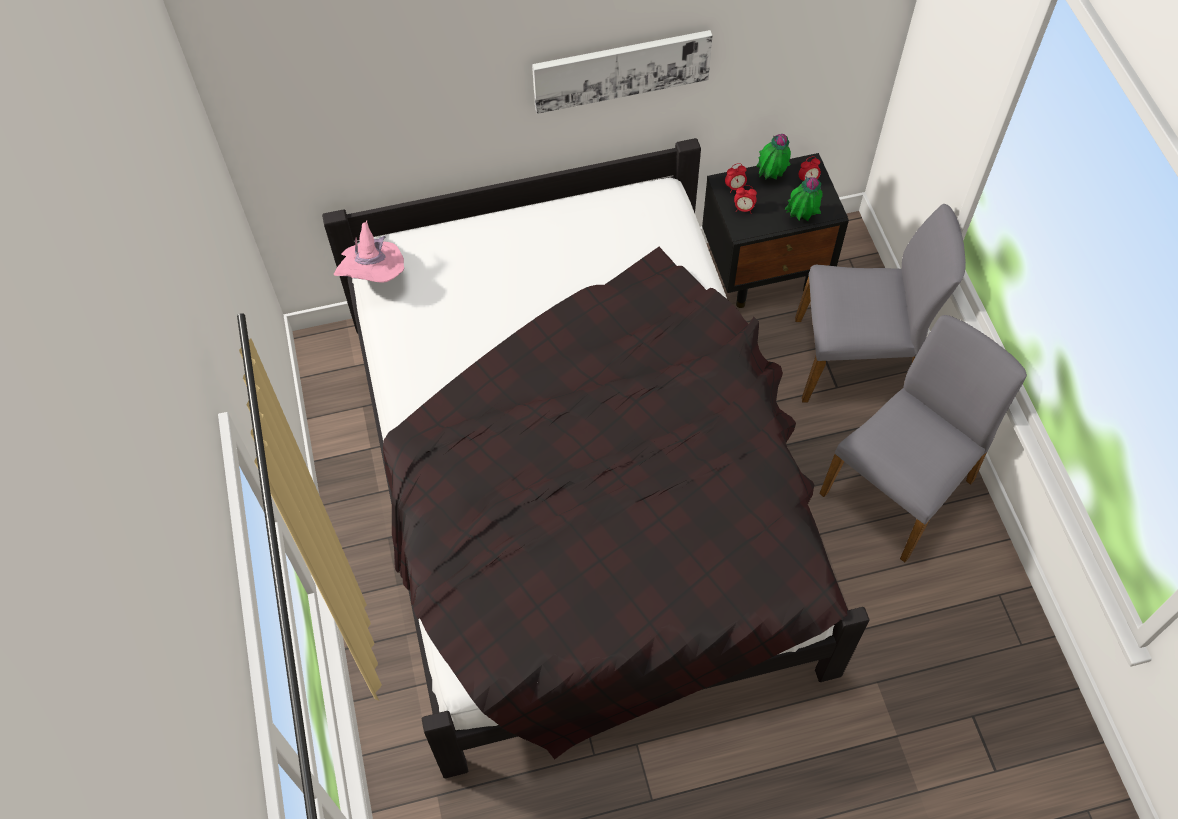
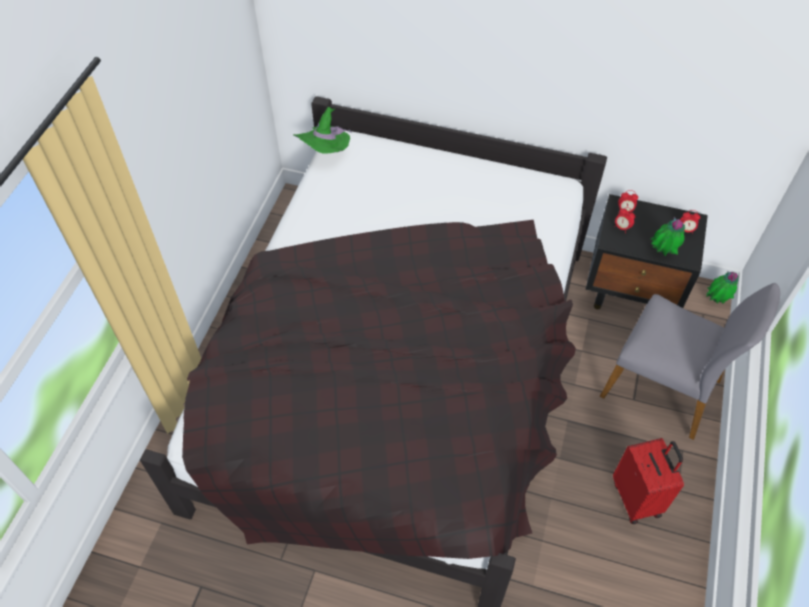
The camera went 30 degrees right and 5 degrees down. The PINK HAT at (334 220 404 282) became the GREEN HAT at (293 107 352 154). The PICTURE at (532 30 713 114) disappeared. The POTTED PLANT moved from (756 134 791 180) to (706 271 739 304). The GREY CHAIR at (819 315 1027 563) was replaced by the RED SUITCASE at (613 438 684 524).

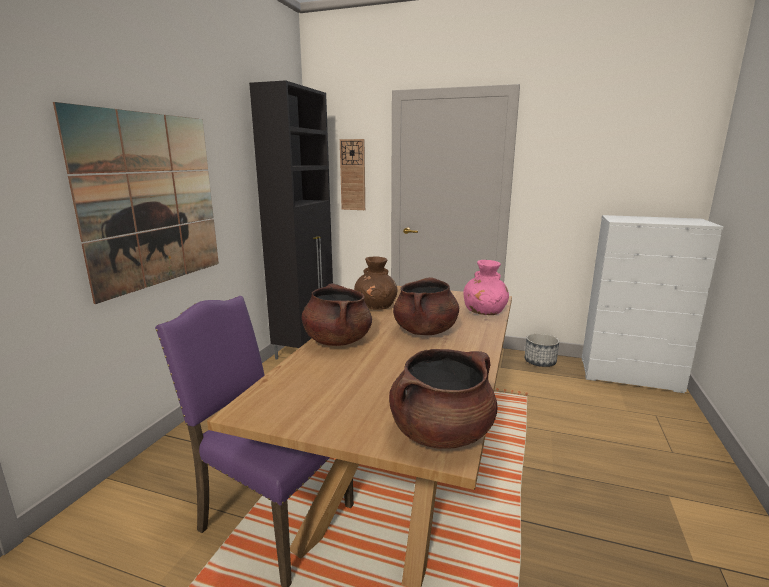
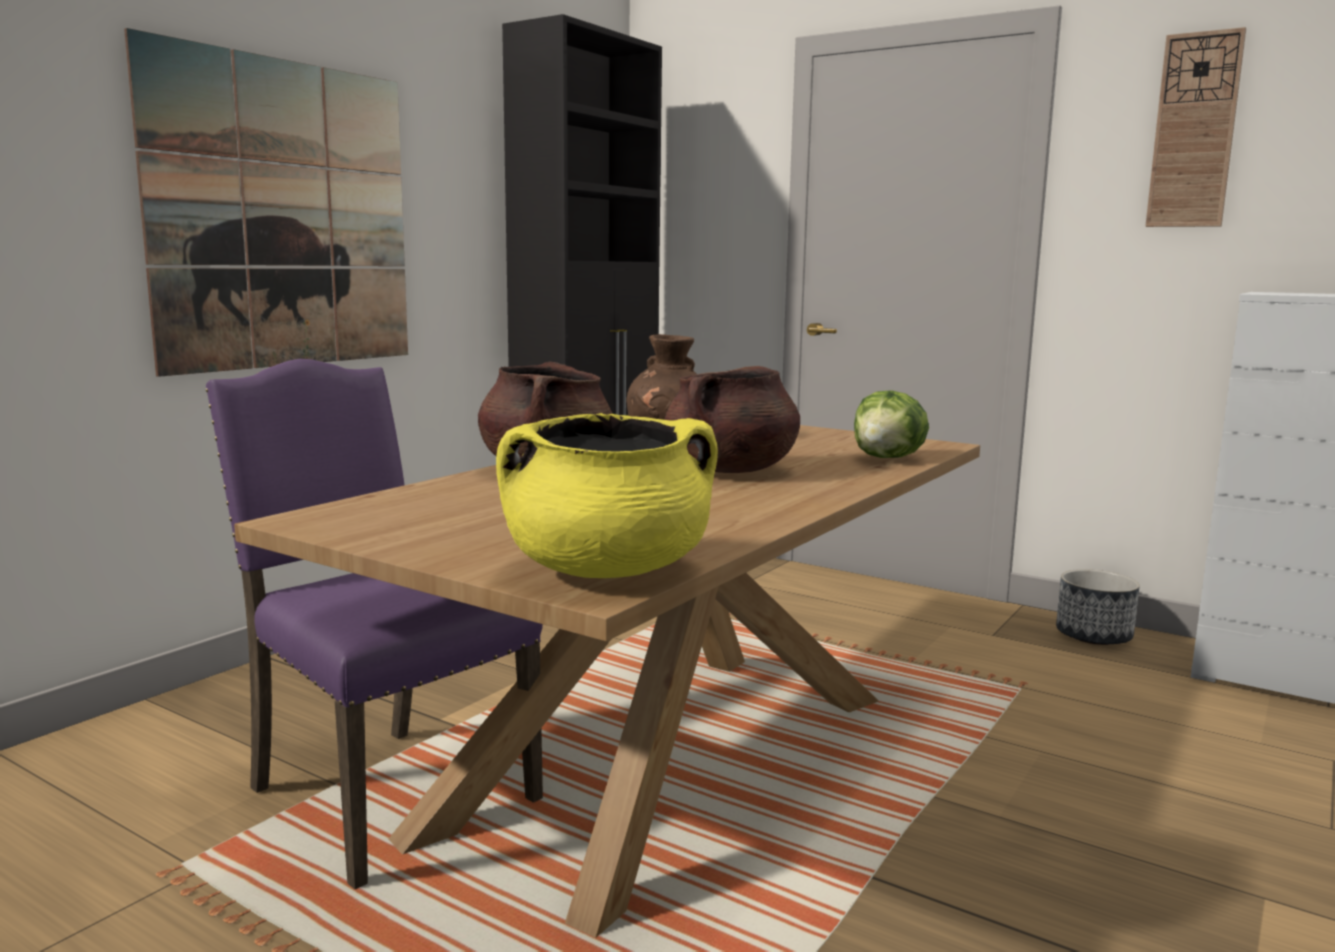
The camera went 15 degrees right and 5 degrees down. The WALL CLOCK moved from (340 139 365 210) to (1145 27 1246 227). The BROWN COOKING POT at (389 349 497 449) became the YELLOW COOKING POT at (496 413 718 578). The PINK VASE at (464 260 509 315) was replaced by the LETTUCE at (854 390 929 458).

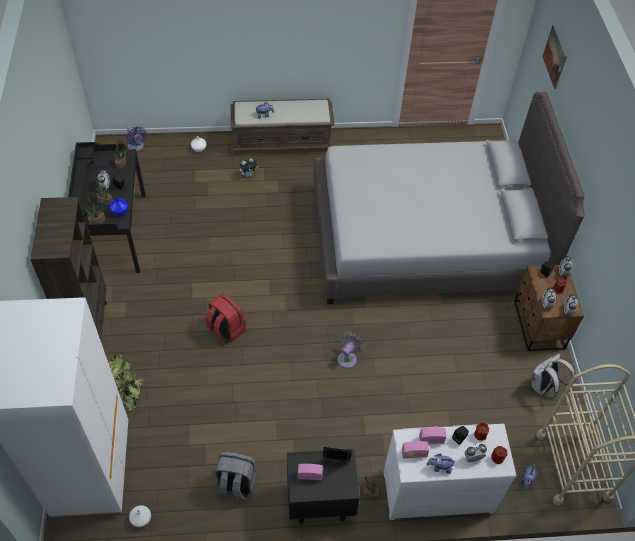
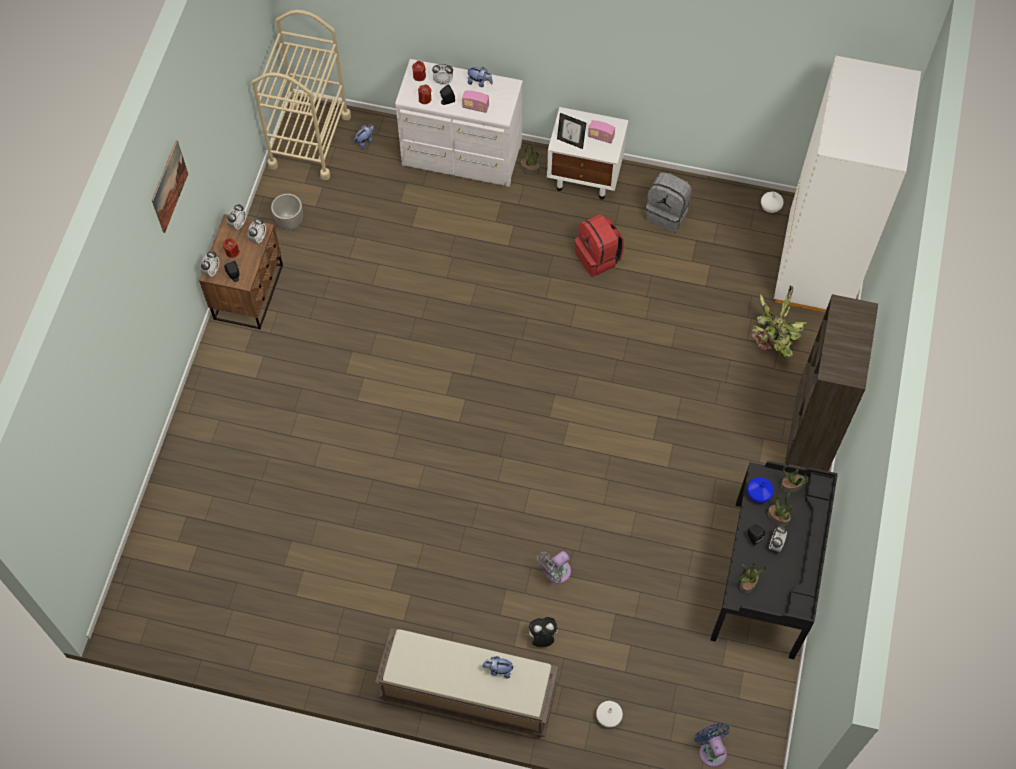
The camera went 160 degrees left and 10 degrees up. The RED BACKPACK moved from (206 293 246 343) to (575 214 624 277). The BLACK NIGHTSTAND at (287 449 360 524) became the WHITE NIGHTSTAND at (547 107 629 200). The GREY BED at (314 92 585 304) disappeared. The GREY FAN moved from (338 332 365 369) to (537 551 571 583). The RADIO at (402 441 429 458) disappeared. The WHITE BACKPACK at (531 354 574 399) was replaced by the PLANTER at (271 194 303 230). The PICTURE moved from (542 24 567 89) to (152 140 188 233).

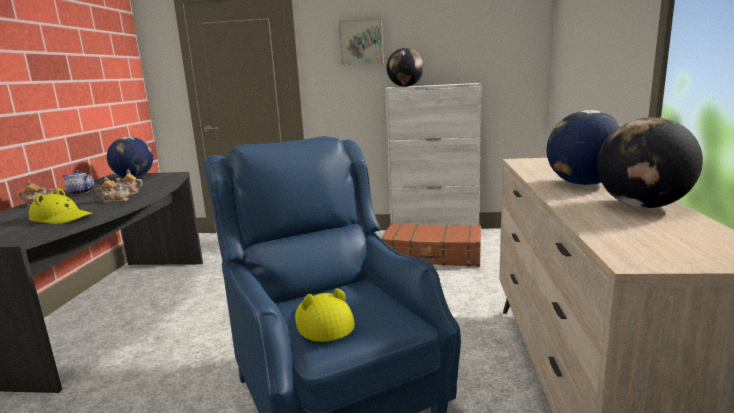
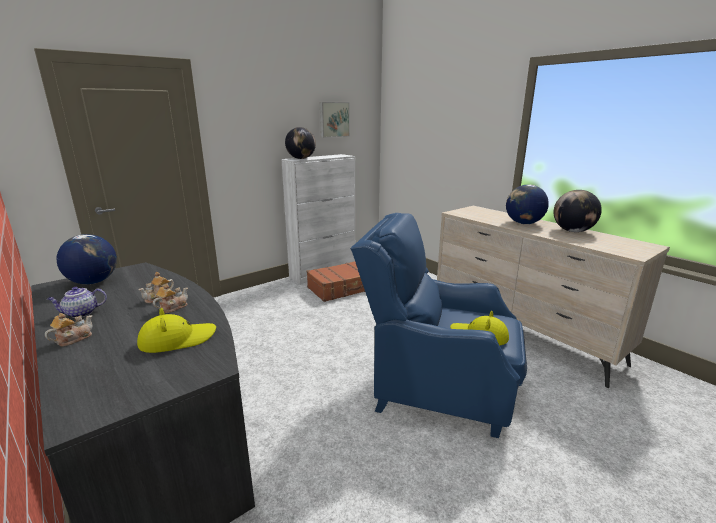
The camera went 45 degrees left and 5 degrees up. The PICTURE moved from (339 18 383 66) to (320 102 350 138).

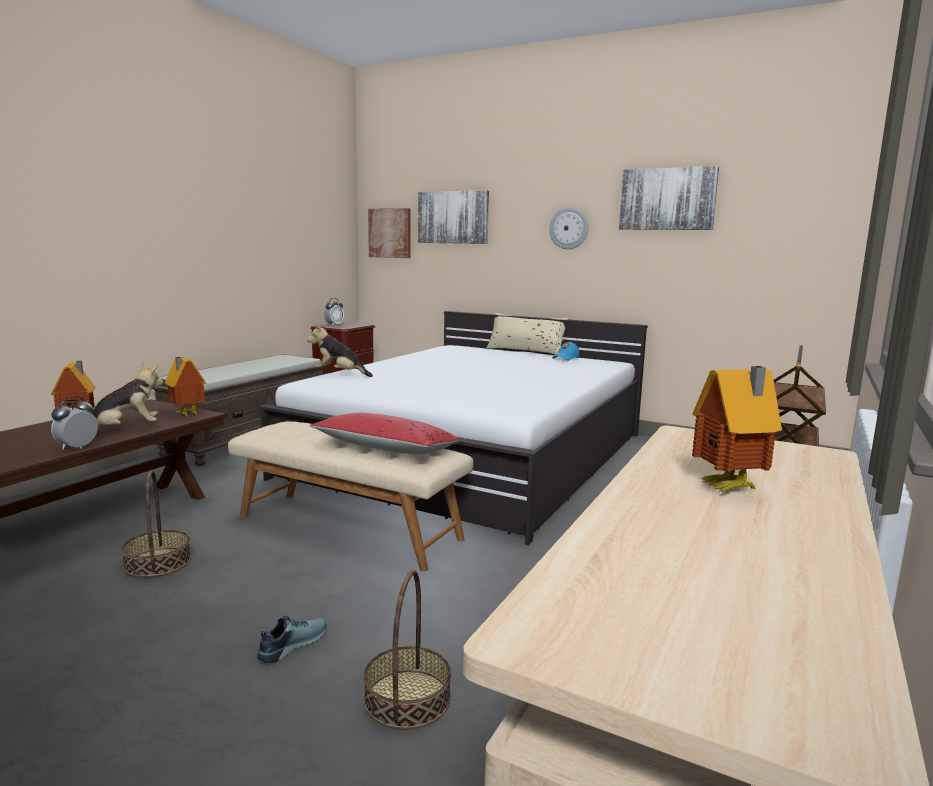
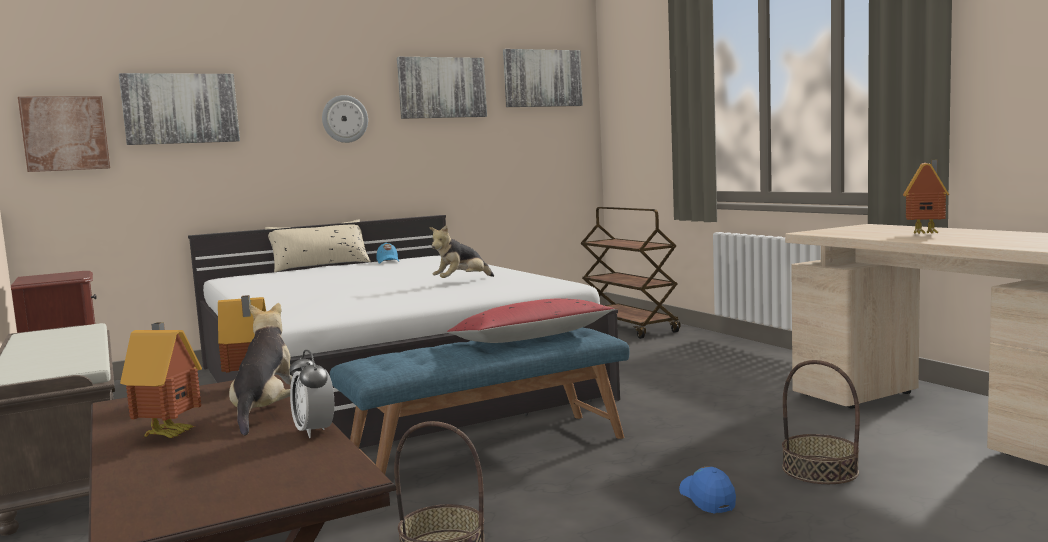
The camera went 55 degrees left and 5 degrees down. The BEIGE BENCH at (228 421 473 571) became the BLUE BENCH at (330 327 630 474). The SHOE at (257 615 327 663) was replaced by the BLUE CAP at (679 466 736 514). The PLUSH TOY moved from (307 324 373 377) to (429 225 494 278). The ALARM CLOCK at (324 298 344 326) disappeared. The PICTURE at (503 49 583 107) appeared.

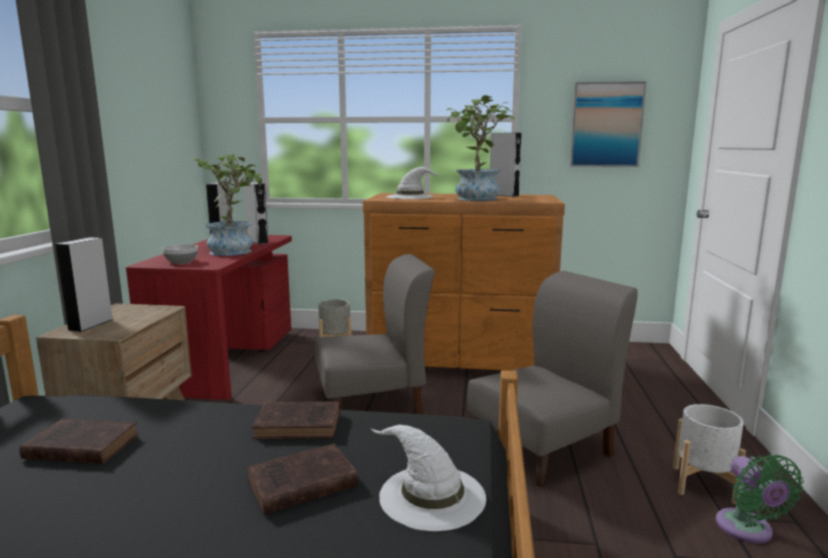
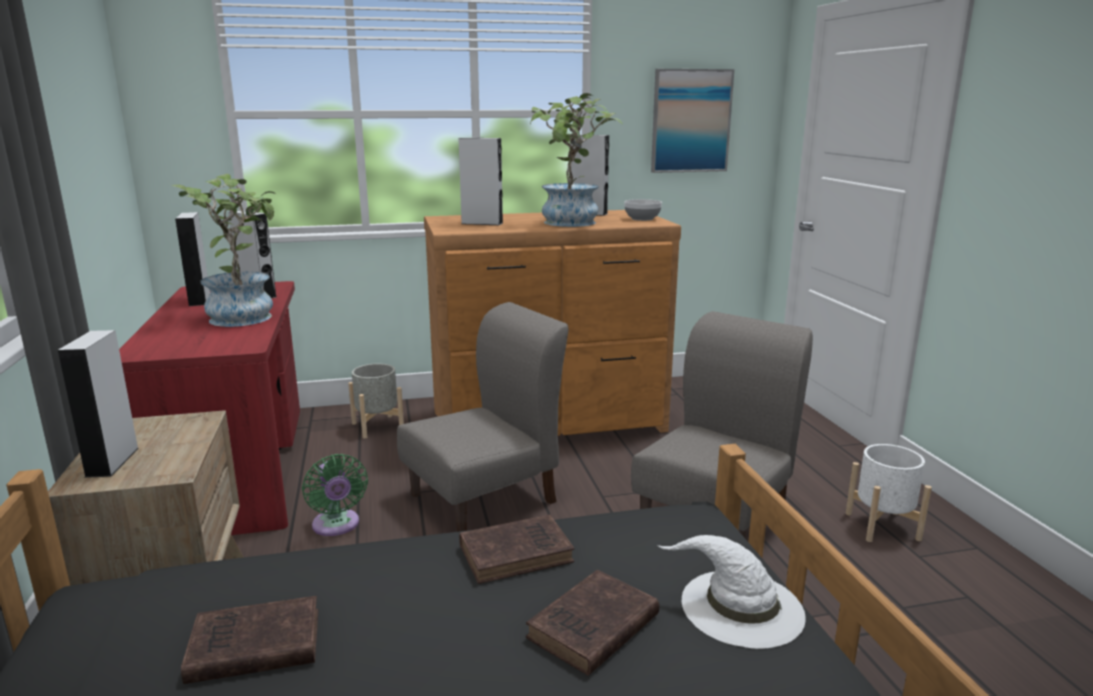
The camera went 20 degrees left and 5 degrees up. The BOWL moved from (162 244 198 264) to (624 199 662 221). The WHITE HAT at (386 167 439 199) was replaced by the GREY SPEAKER at (458 138 503 225). The GREEN FAN moved from (716 454 804 543) to (302 454 368 536).

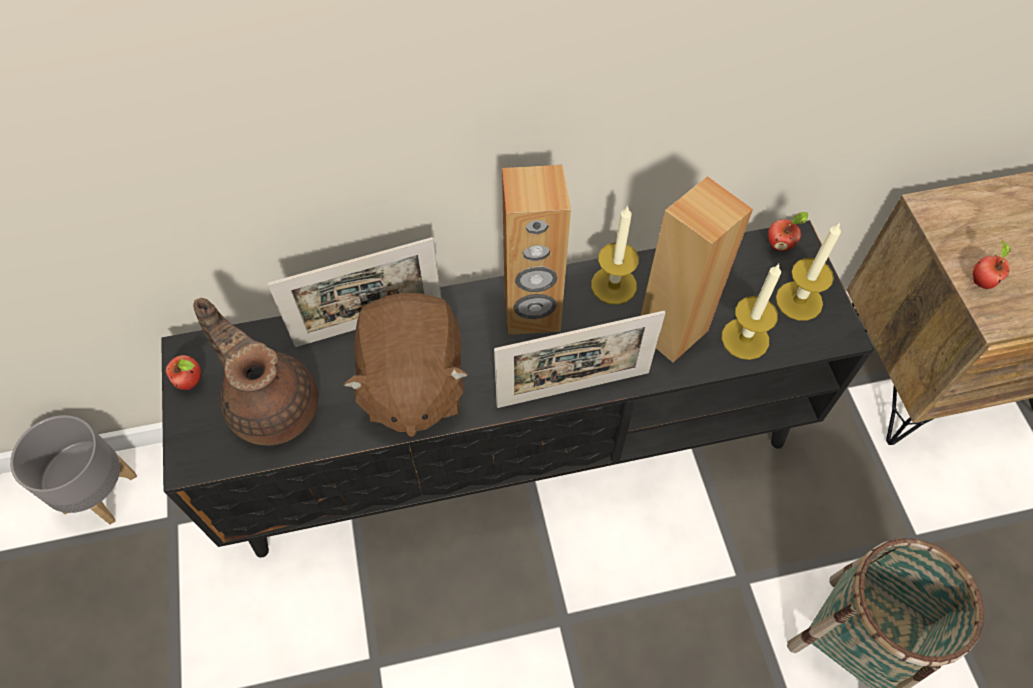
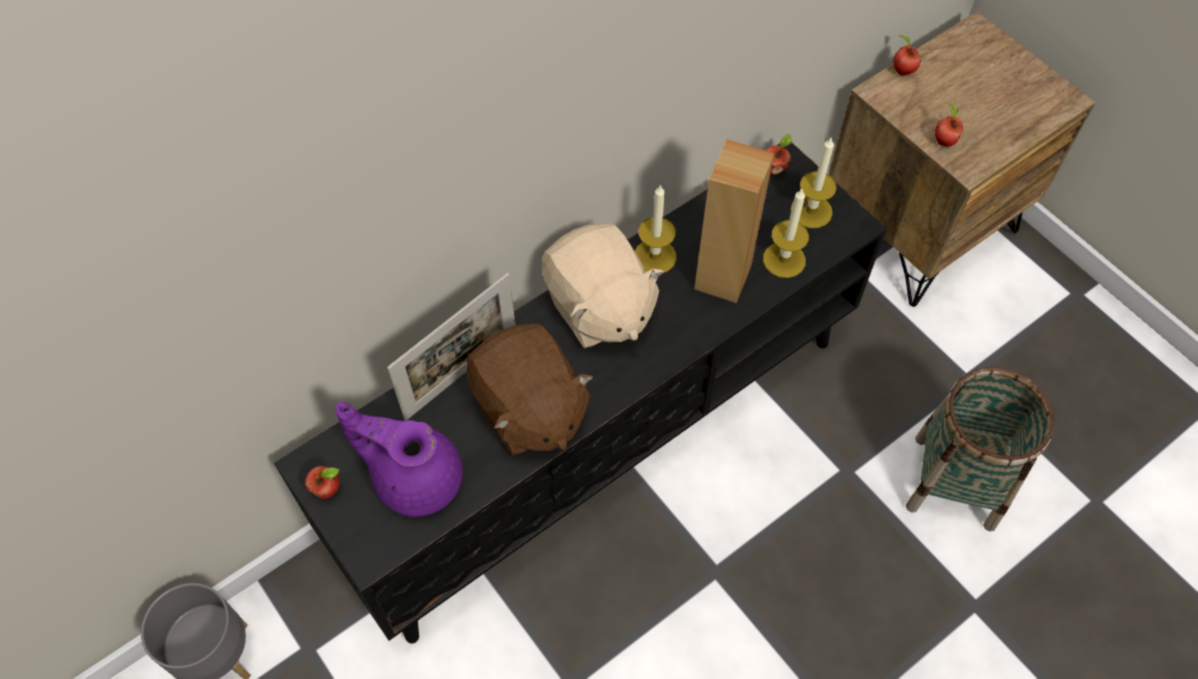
The camera went 25 degrees left and 0 degrees up. The BROWN TEAPOT at (193 298 318 445) became the PURPLE TEAPOT at (335 402 463 517). The PICTURE FRAME at (494 311 666 408) disappeared. The BROWN SPEAKER at (502 165 571 335) was replaced by the BEIGE PLUSH TOY at (542 224 664 348). The APPLE at (893 35 921 76) appeared.

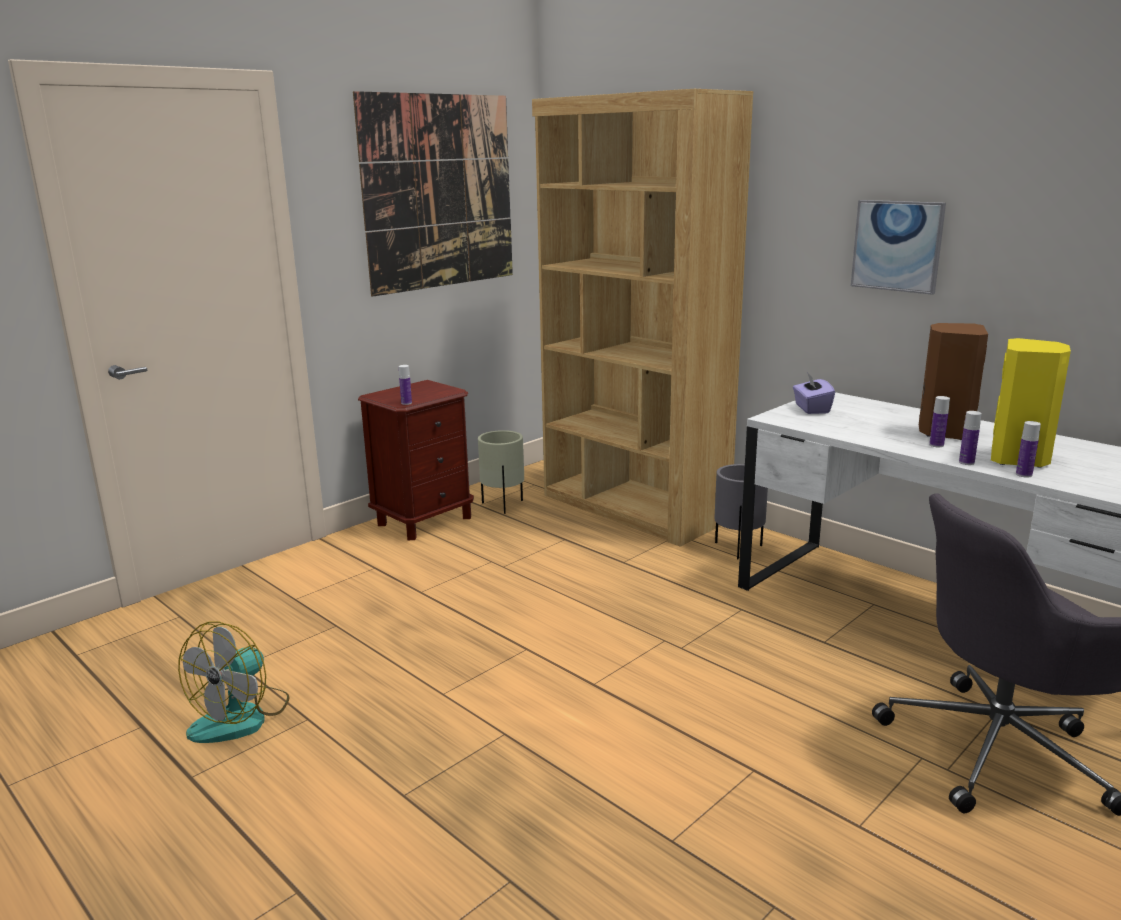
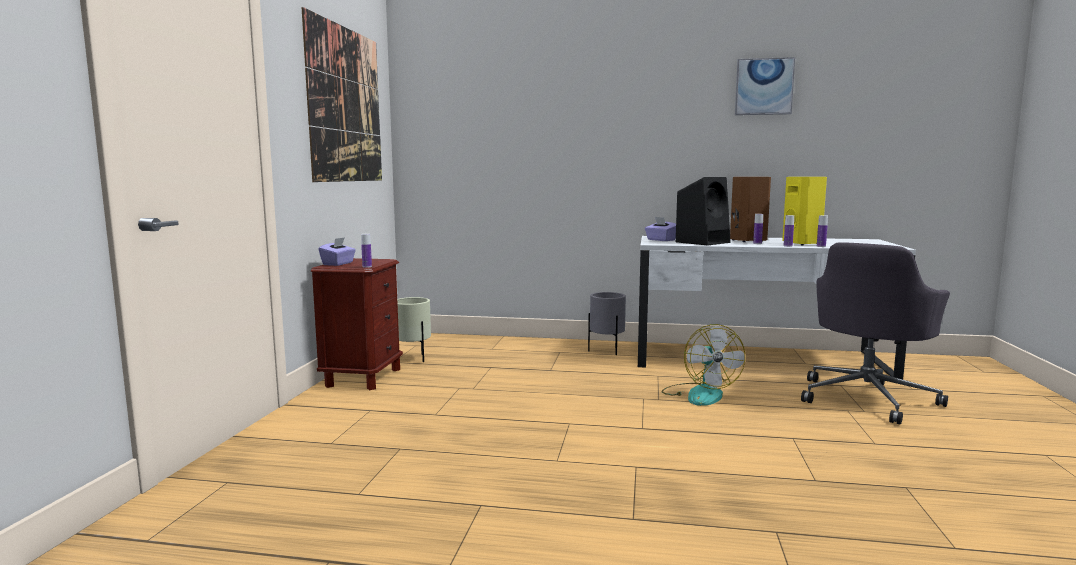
The camera went 35 degrees left and 10 degrees down. The FAN moved from (178 621 289 743) to (662 324 745 406). The BROWN BOOKCASE at (532 89 753 547) disappeared. The PICTURE moved from (851 200 946 295) to (735 57 795 115). The PURPLE TISSUE BOX at (319 237 356 266) appeared. The BLACK SPEAKER at (676 177 731 246) appeared.

